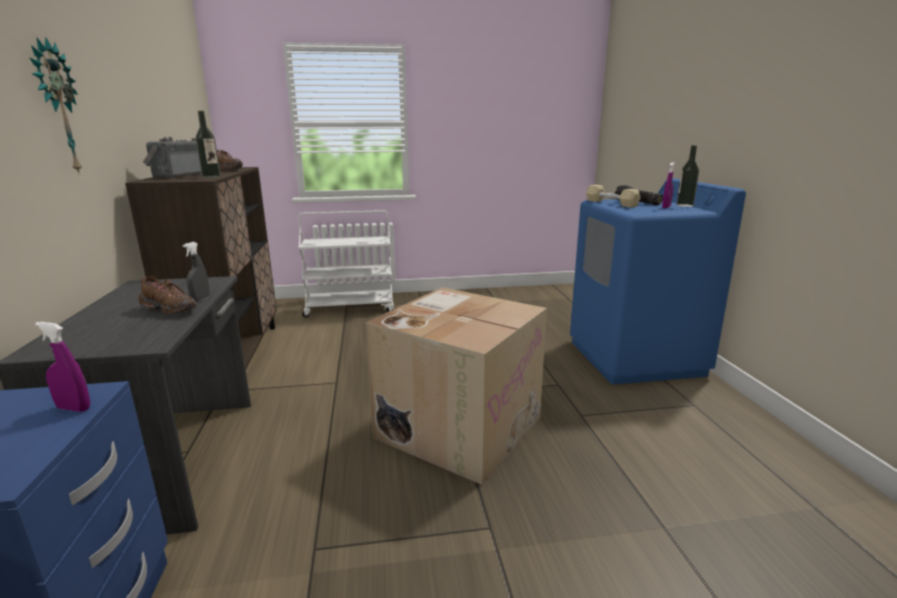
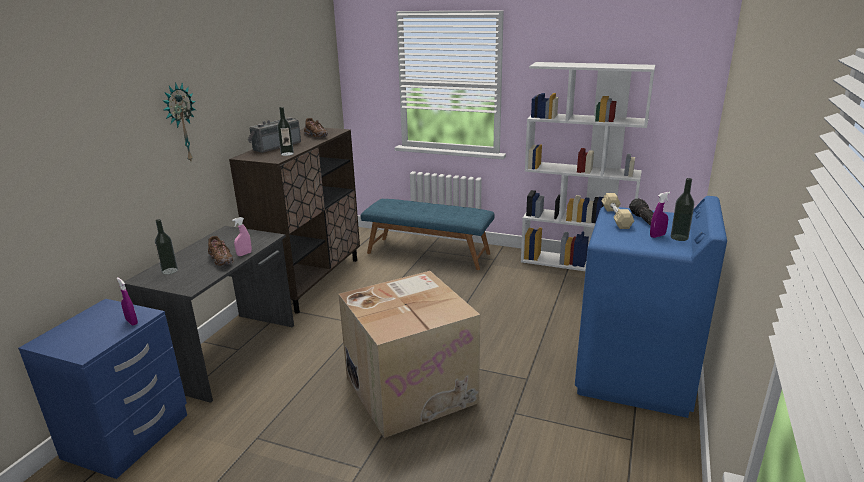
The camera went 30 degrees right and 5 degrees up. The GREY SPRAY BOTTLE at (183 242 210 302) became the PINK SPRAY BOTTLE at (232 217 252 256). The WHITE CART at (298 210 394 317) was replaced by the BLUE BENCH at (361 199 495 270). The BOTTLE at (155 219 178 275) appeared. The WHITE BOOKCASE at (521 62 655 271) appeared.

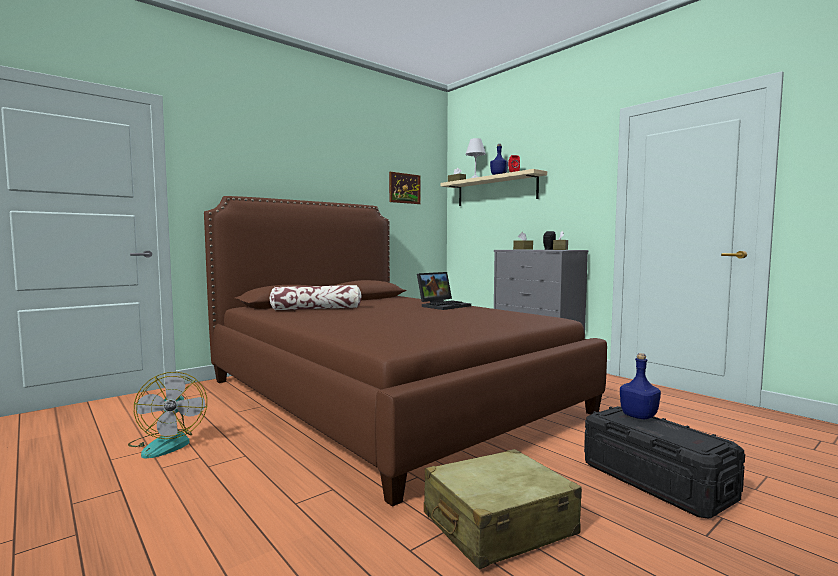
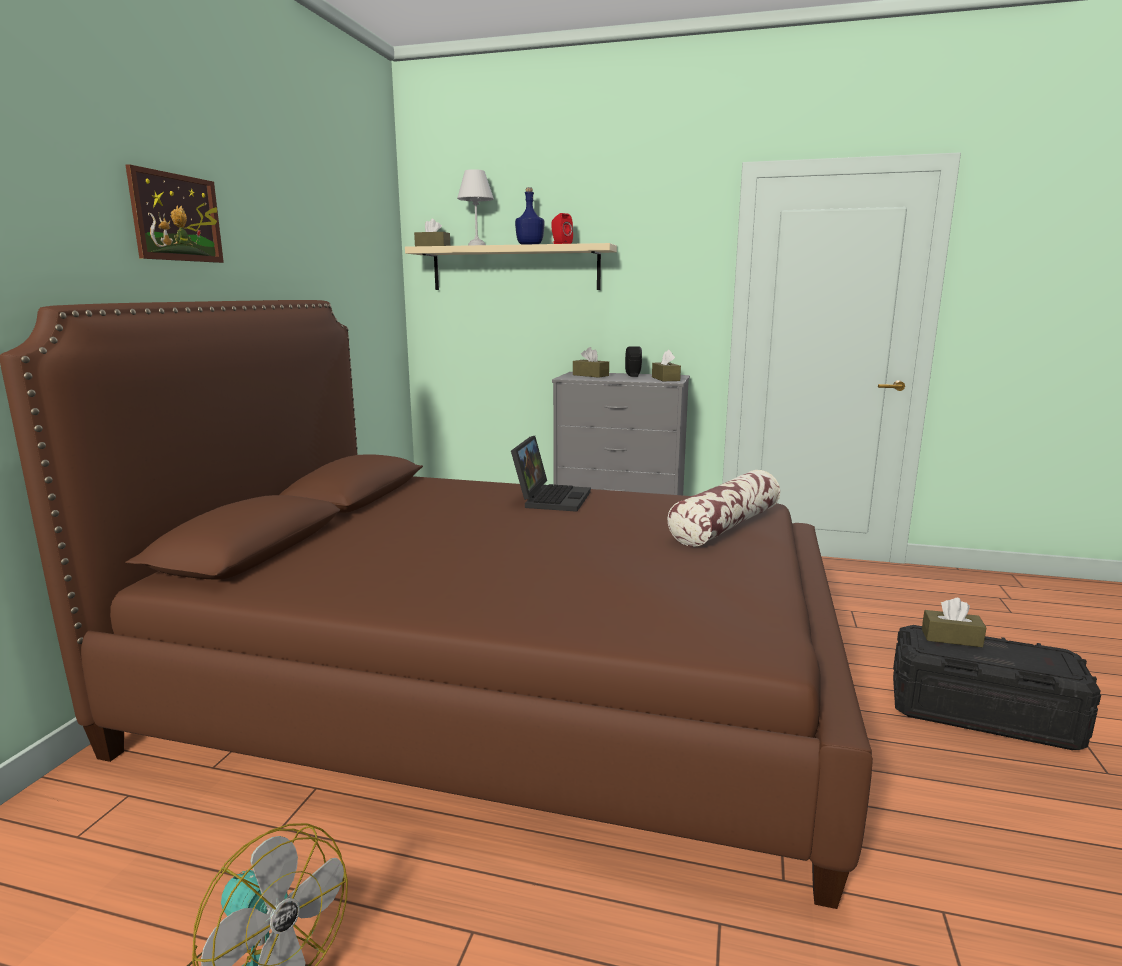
The camera went 35 degrees left and 10 degrees up. The PILLOW moved from (269 285 361 311) to (667 470 780 547). The PICTURE moved from (389 172 420 204) to (126 164 224 263). The BEIGE SUITCASE at (424 449 582 569) disappeared. The BLUE BOTTLE at (620 353 661 419) was replaced by the BROWN TISSUE BOX at (922 598 987 647).

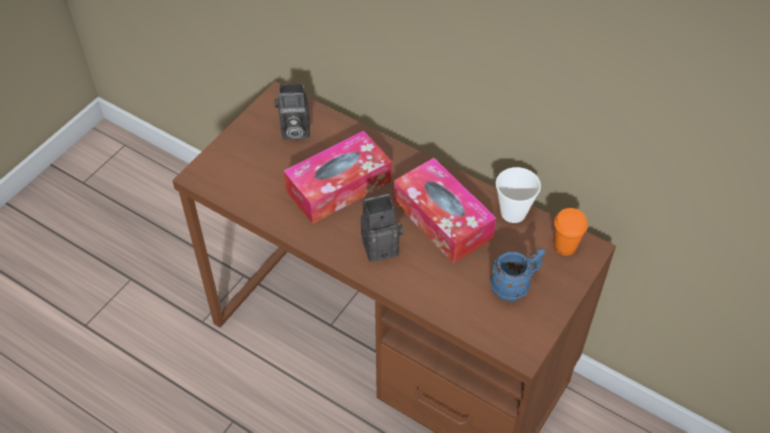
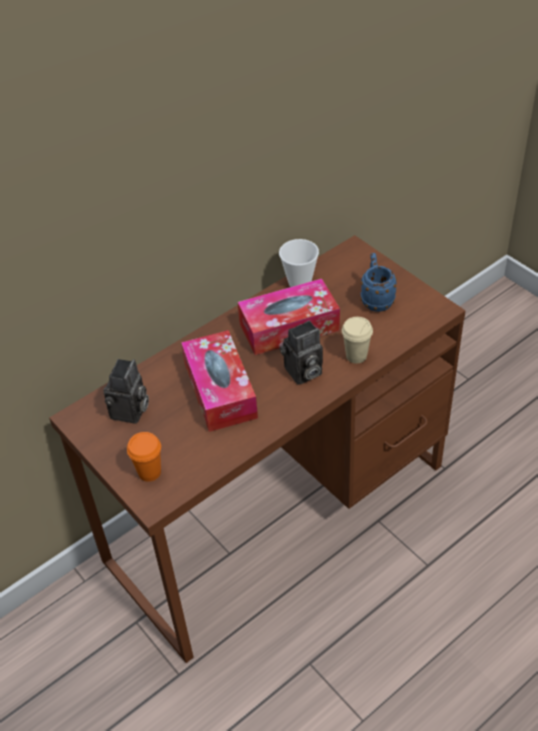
The camera went 70 degrees left and 5 degrees down. The PHOTO CAMERA at (361 194 404 262) turned 120 degrees counterclockwise. The ORANGE CUP moved from (554 208 588 256) to (127 432 161 481). The BEIGE CUP at (342 317 373 364) appeared.

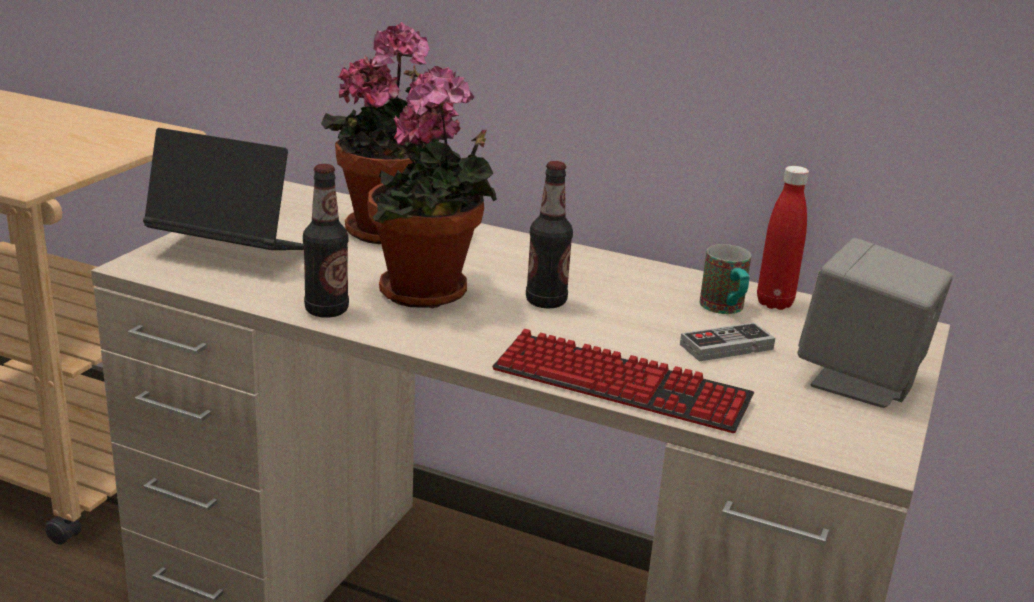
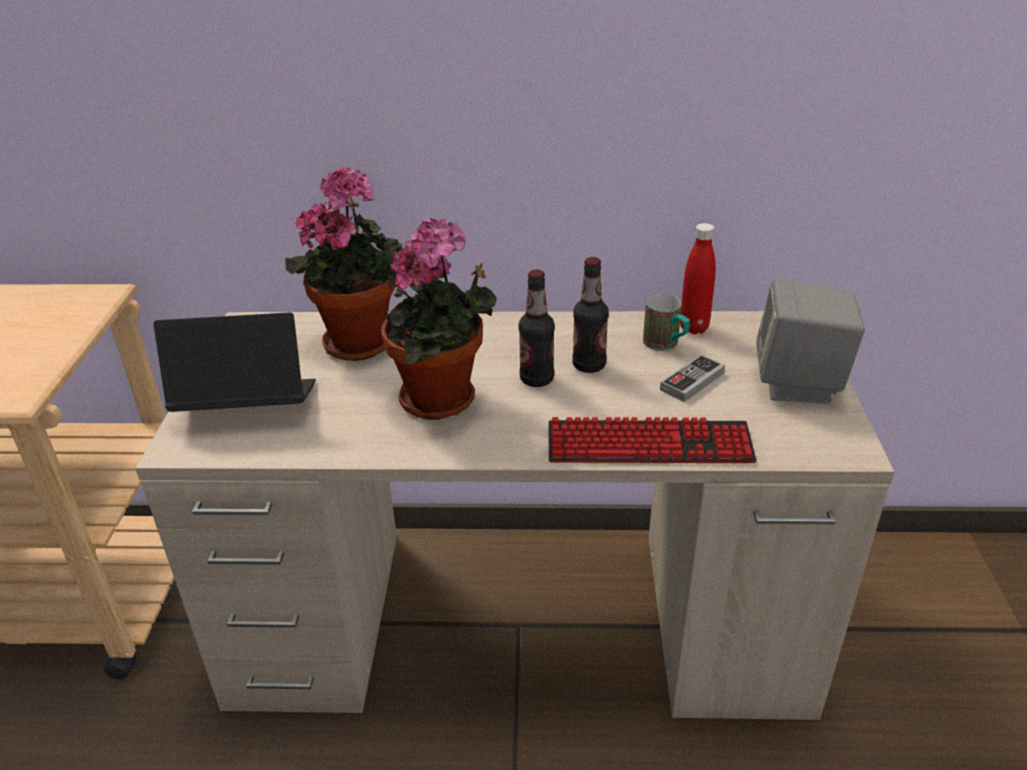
The camera went 20 degrees left and 10 degrees up. The BOTTLE moved from (303 164 349 318) to (572 257 609 373).

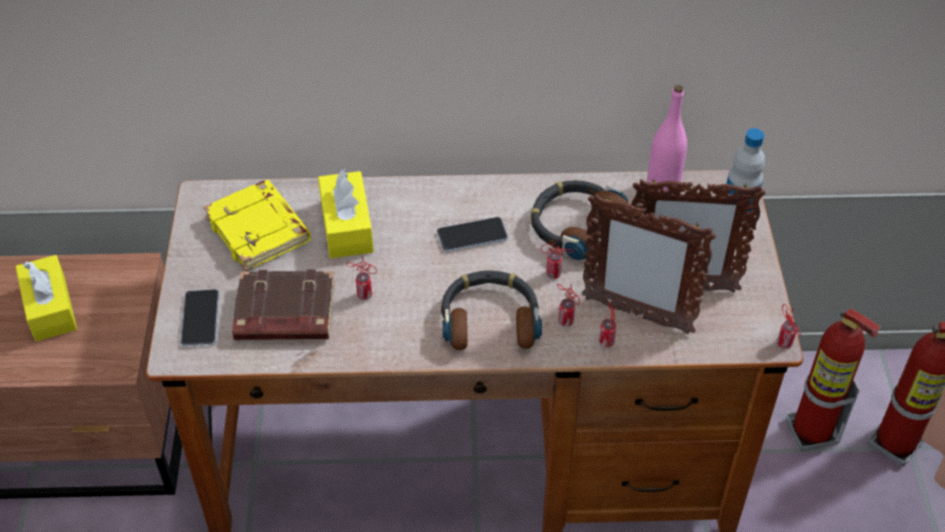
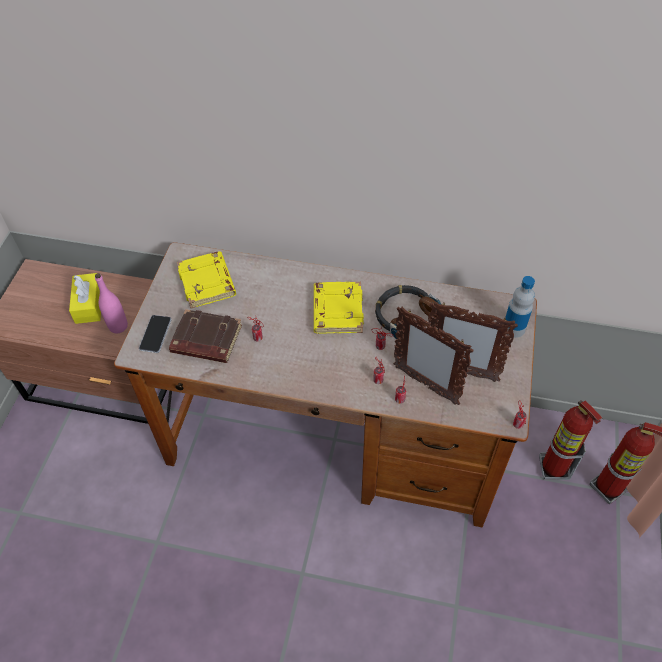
The camera went 15 degrees right and 5 degrees up. The YELLOW TISSUE BOX at (318 169 374 258) disappeared. The PHONE at (437 217 508 252) was replaced by the YELLOW BOOK at (314 282 364 334). The HEADPHONES at (441 270 542 350) disappeared. The PINK BOTTLE moved from (647 85 687 194) to (95 273 128 333).

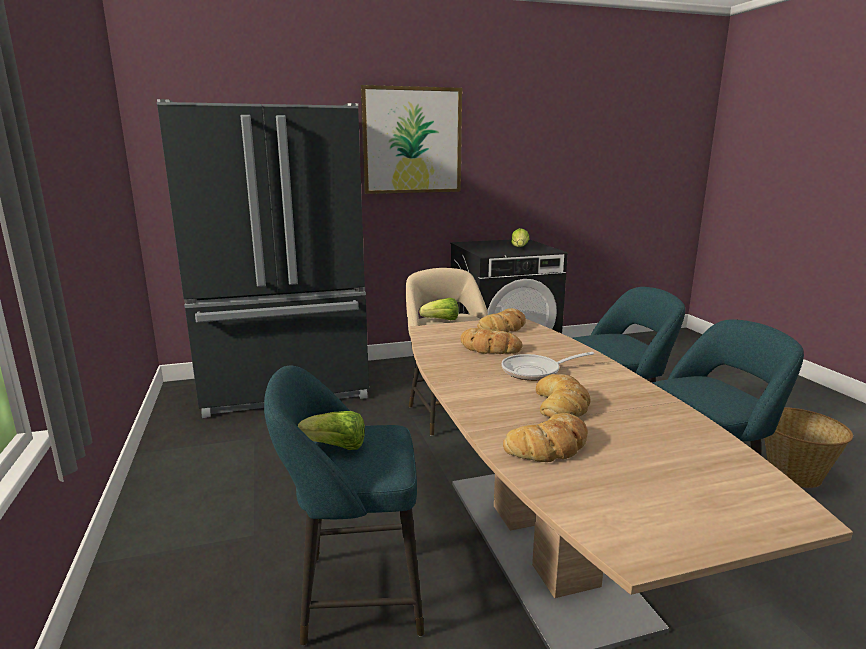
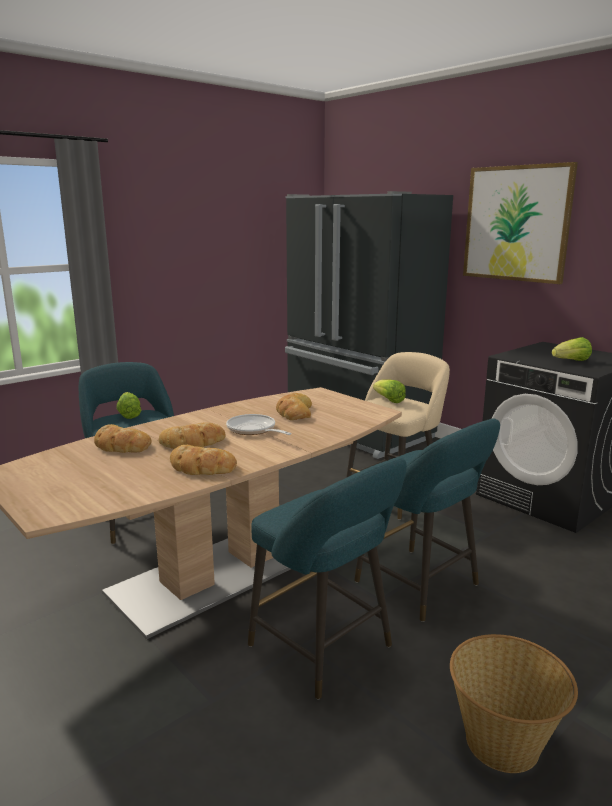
The camera went 65 degrees right and 0 degrees up. The BREAD moved from (477 308 526 332) to (170 445 237 475).

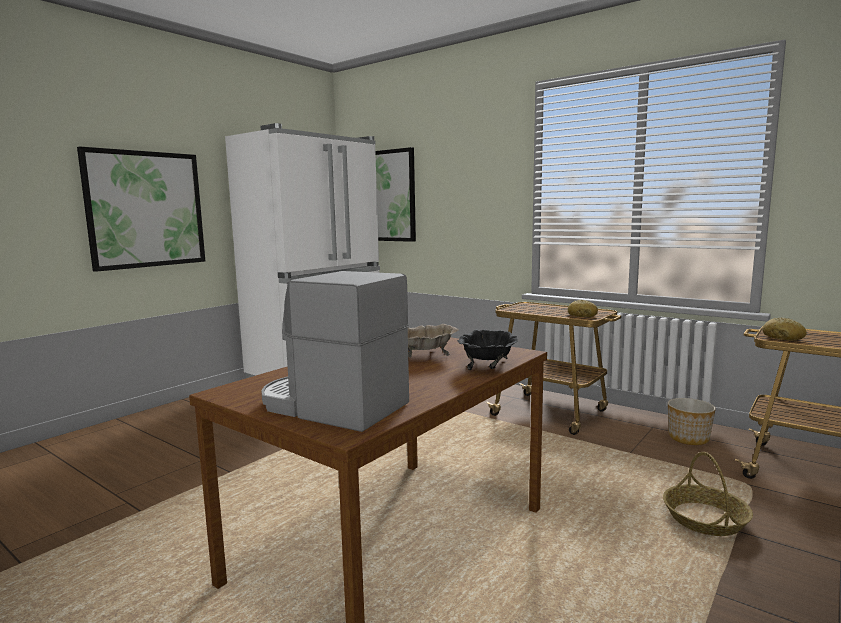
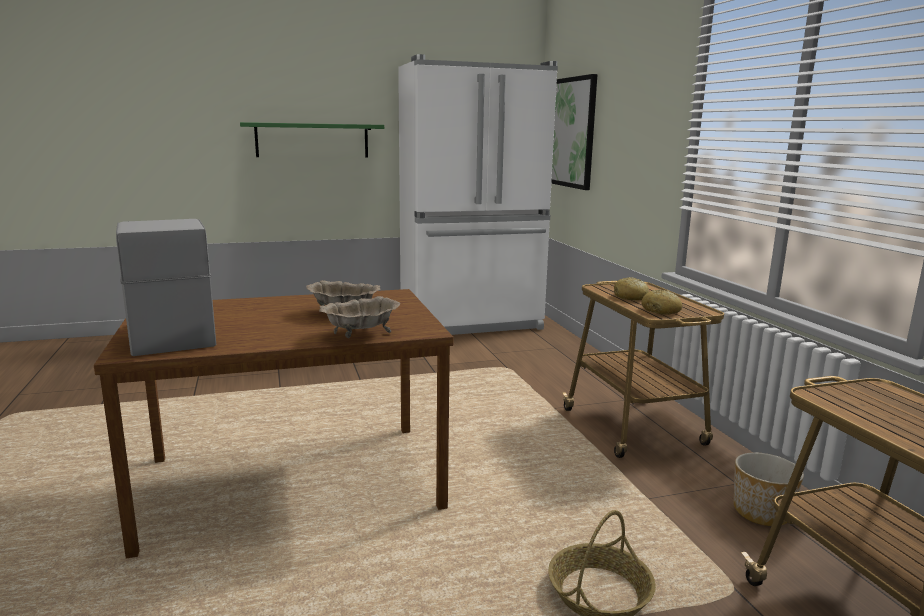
The camera went 35 degrees right and 5 degrees up. The PICTURE at (77 146 205 272) was replaced by the GREEN SHELF at (240 122 384 158). The BLACK BOWL at (457 329 518 370) became the BEIGE BOWL at (319 296 401 338). The BREAD moved from (762 318 807 341) to (614 277 649 300).

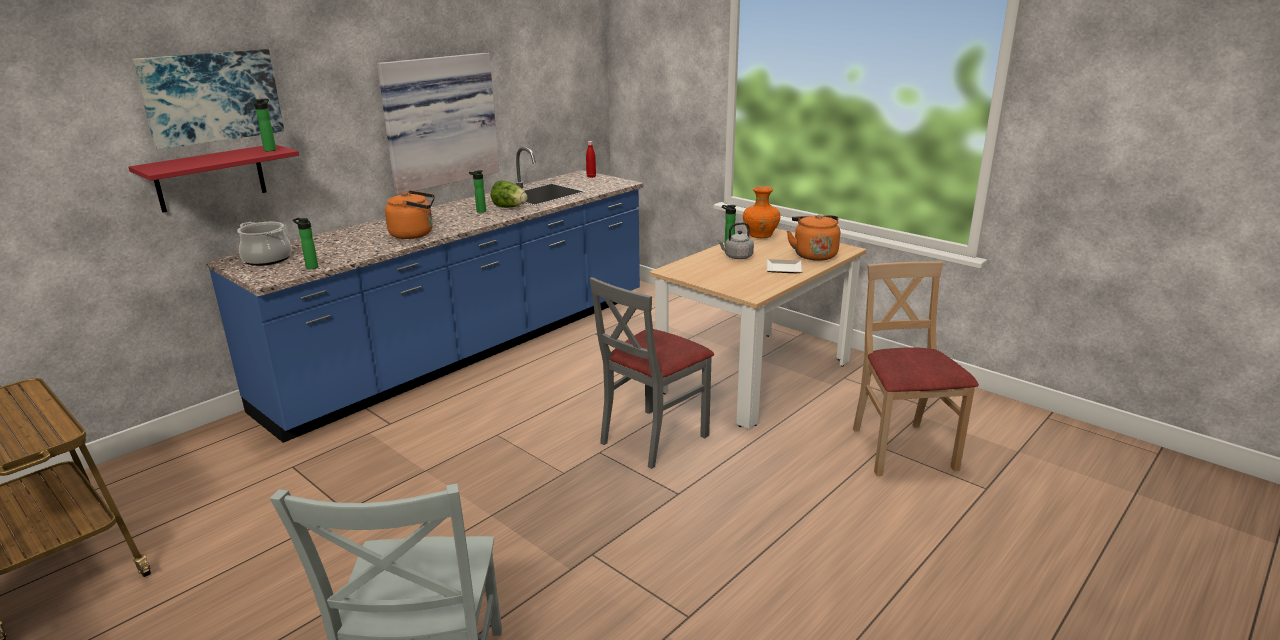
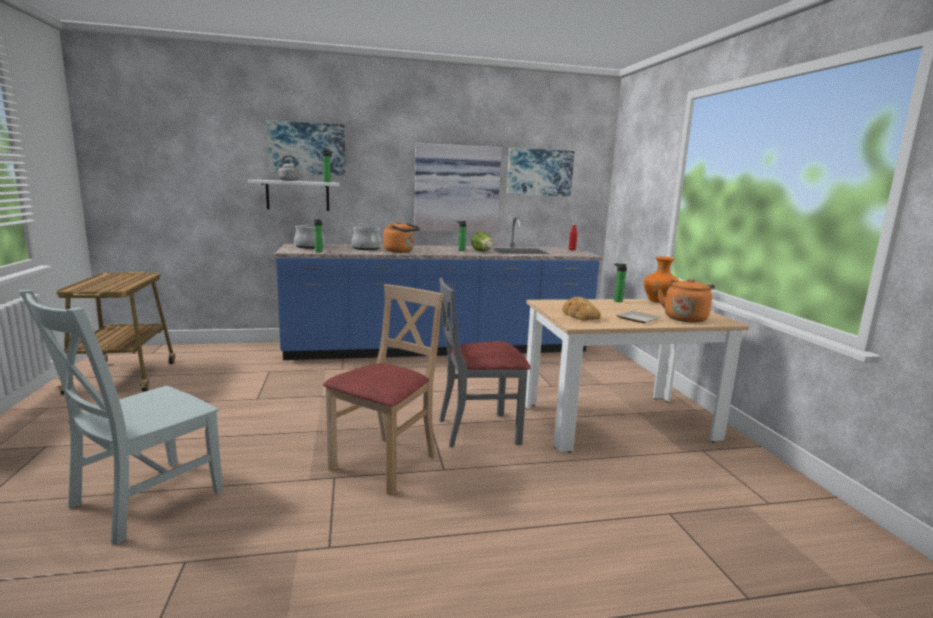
The camera went 35 degrees right and 10 degrees down. The RED SHELF at (129 144 299 213) became the WHITE SHELF at (248 180 340 211). The GREY KETTLE moved from (717 222 754 259) to (276 155 300 181). The BEIGE CHAIR moved from (853 262 979 476) to (323 284 443 496). The COOKING POT at (351 226 381 250) appeared. The PICTURE at (507 148 575 197) appeared. The BREAD at (563 297 601 320) appeared.

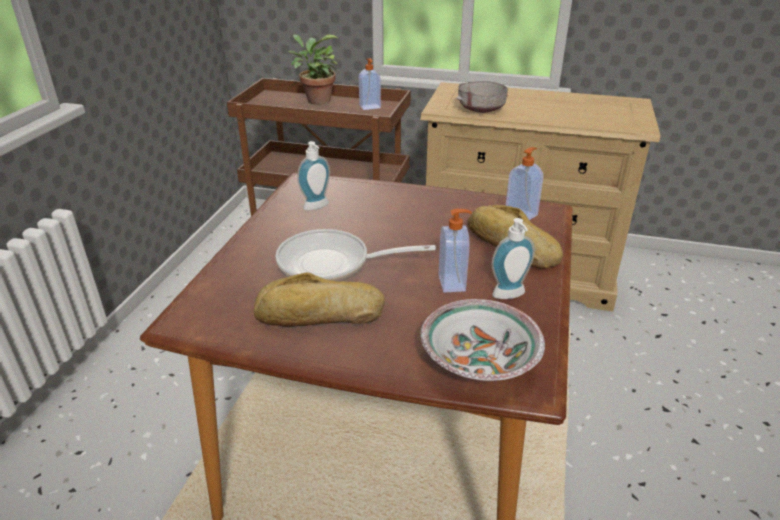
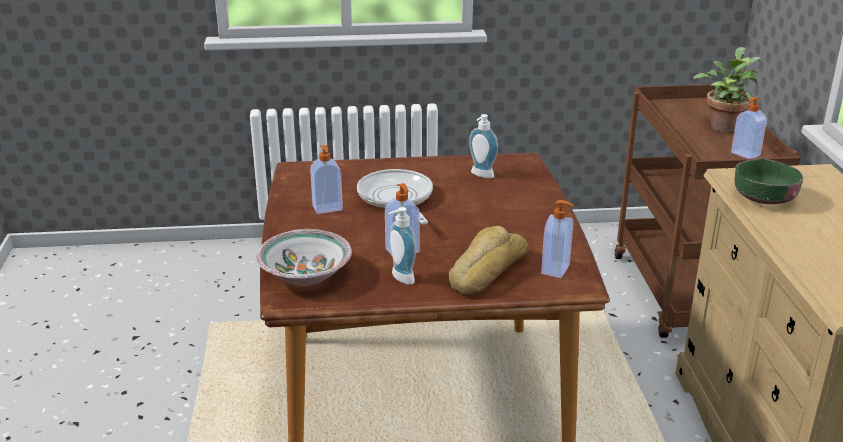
The camera went 70 degrees right and 5 degrees down. The BREAD at (254 272 385 327) was replaced by the SOAP DISPENSER at (310 145 343 214). The GREY BOWL at (456 81 508 113) became the GREEN BOWL at (734 158 803 204).

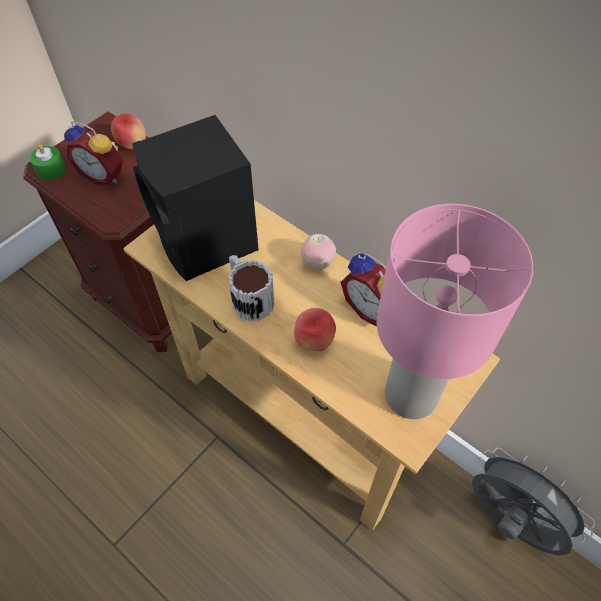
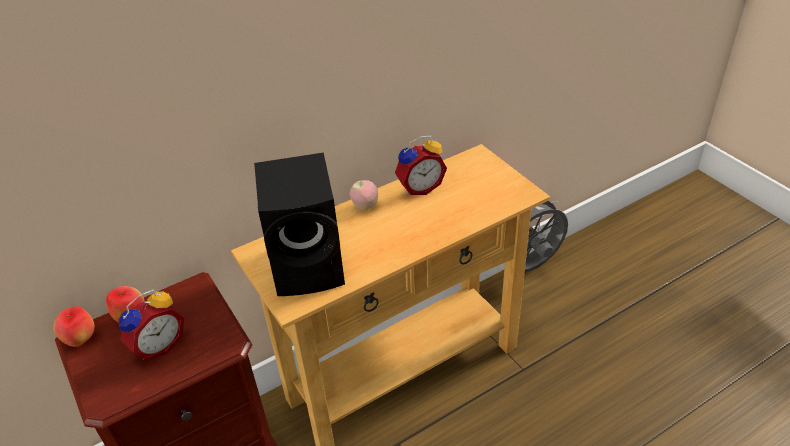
The camera went 70 degrees left and 15 degrees down. The GREEN CANDLE at (30 143 66 180) disappeared. The MUG at (228 255 275 322) disappeared. The APPLE moved from (294 308 336 351) to (53 306 95 347). The PINK TABLE LAMP at (377 204 533 419) disappeared.

